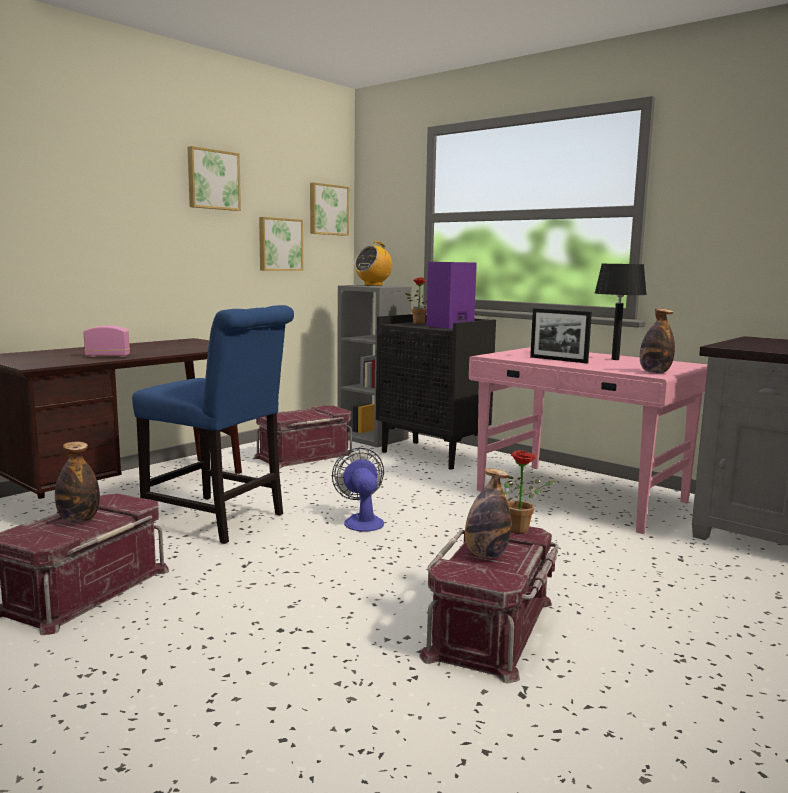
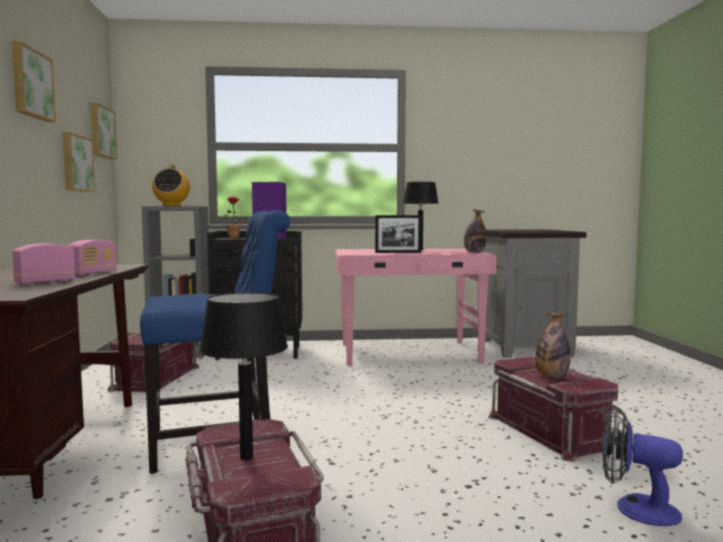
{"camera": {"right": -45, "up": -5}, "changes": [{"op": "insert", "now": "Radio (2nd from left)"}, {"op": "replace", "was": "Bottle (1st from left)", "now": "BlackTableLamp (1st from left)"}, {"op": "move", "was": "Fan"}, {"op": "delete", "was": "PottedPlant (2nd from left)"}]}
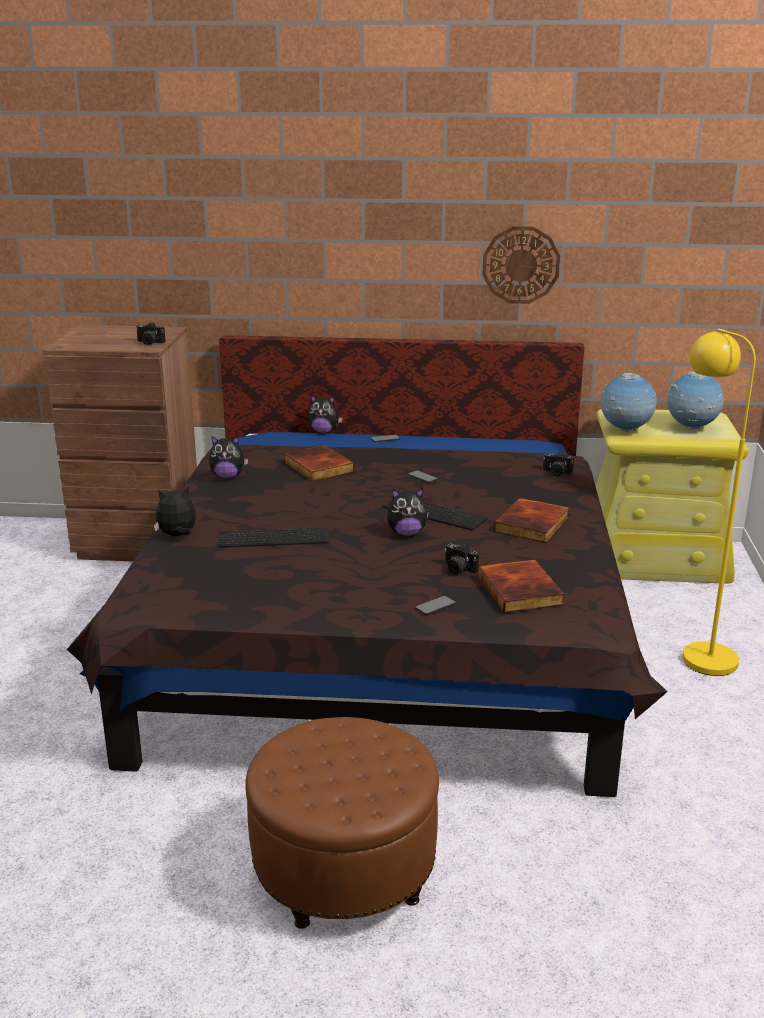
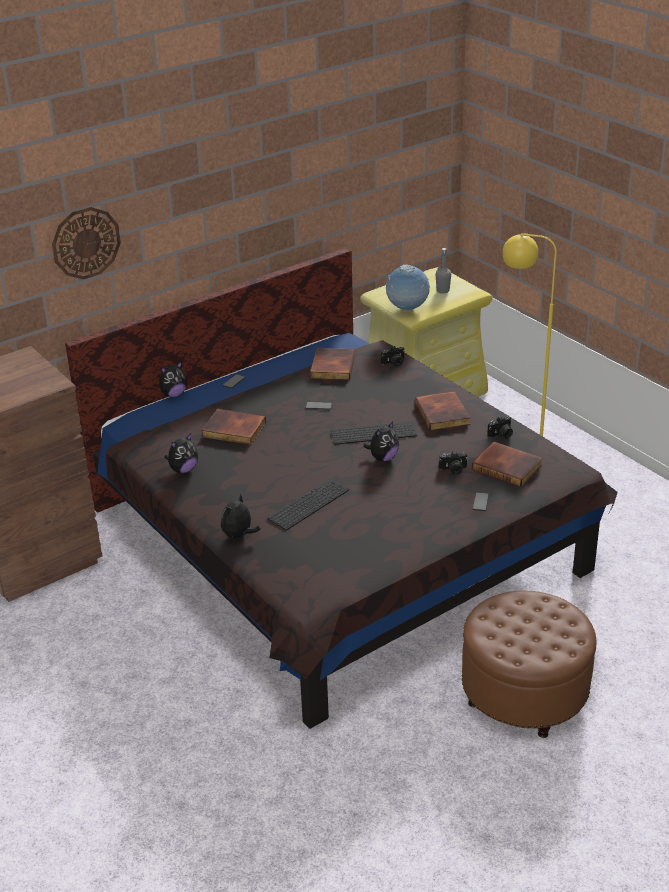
{"camera": {"right": -40, "up": 10}, "changes": [{"op": "move", "was": "WallClock"}, {"op": "insert", "now": "Book (2nd from left)"}, {"op": "replace", "was": "Globe (2nd from left)", "now": "GreyBottle"}, {"op": "move", "was": "PhotoCamera (1st from left in the first image)", "now": "PhotoCamera (3rd from left)"}]}
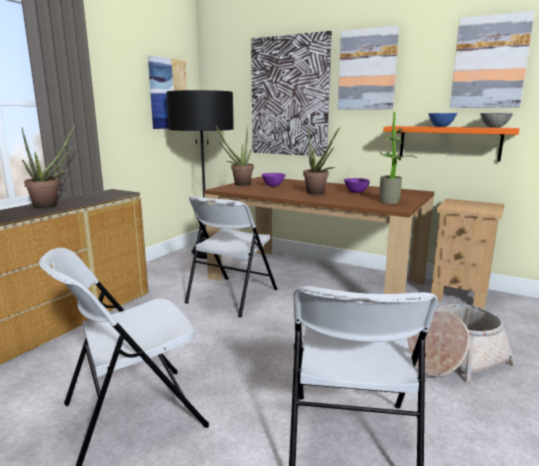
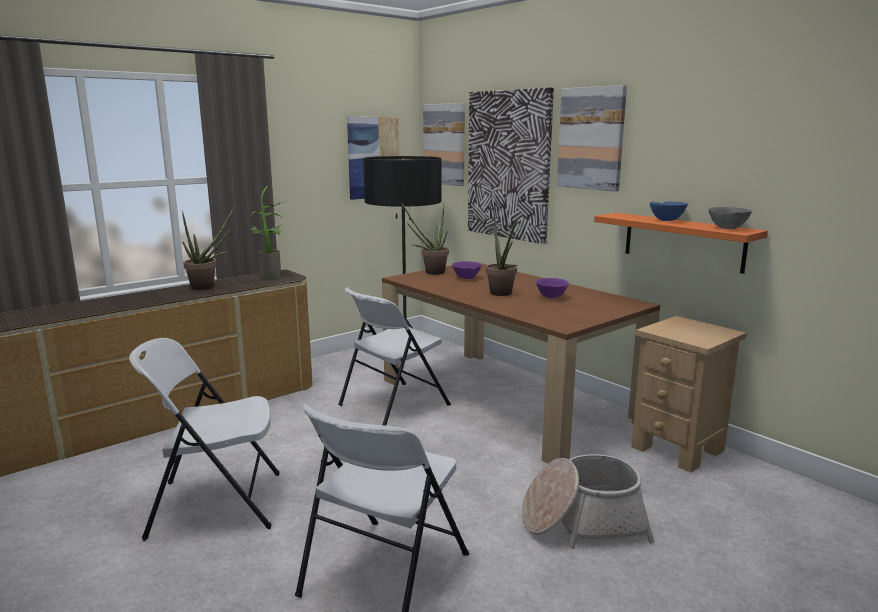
{"camera": {"right": 20, "up": 0}, "changes": [{"op": "move", "was": "PottedPlant (4th from left in the first image)", "now": "PottedPlant (2nd from left)"}, {"op": "move", "was": "Picture (4th from left in the first image)", "now": "Picture (2nd from left)"}]}
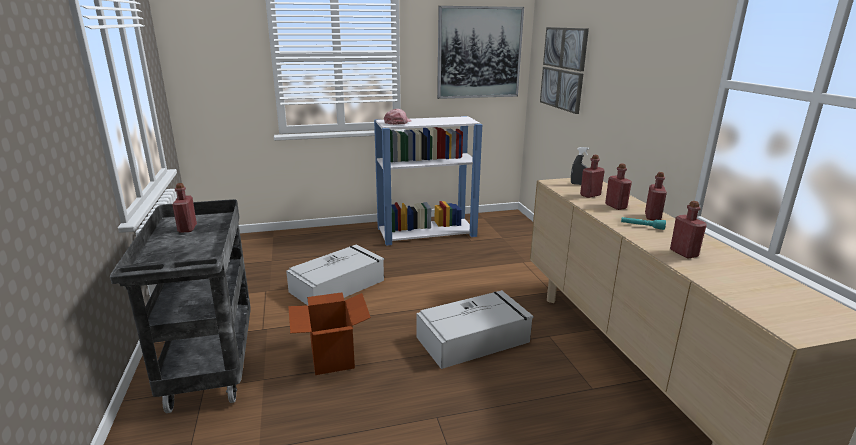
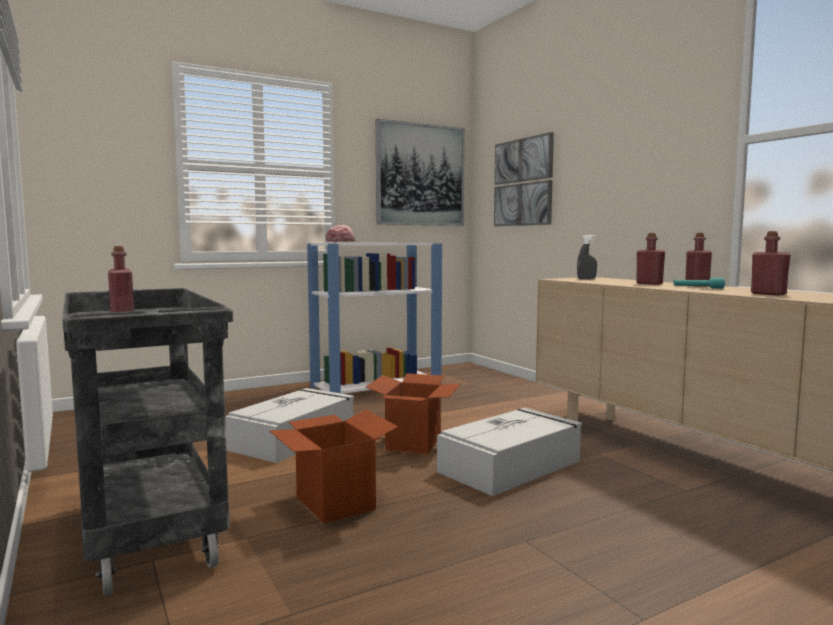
{"camera": {"right": -15, "up": -15}, "changes": [{"op": "insert", "now": "CardboardBox (2nd from left)"}, {"op": "delete", "was": "RedBottle (2nd from left)"}]}
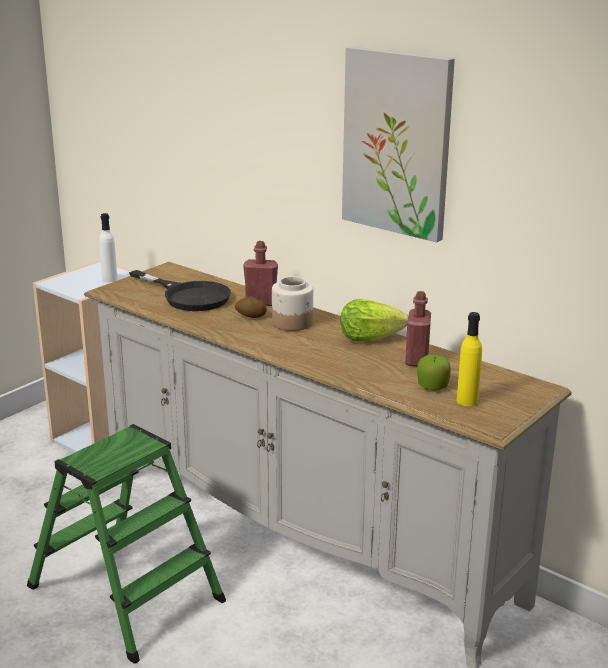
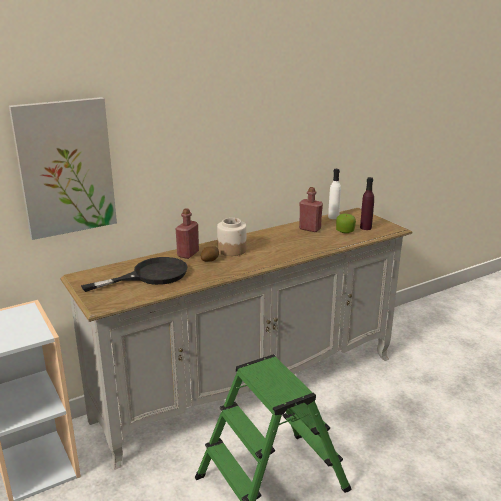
{"camera": {"right": -70, "up": 0}, "changes": [{"op": "move", "was": "Picture"}, {"op": "move", "was": "WhiteBottle"}, {"op": "recolor", "was": "YellowBottle", "now": "PurpleBottle"}, {"op": "delete", "was": "Lettuce"}]}
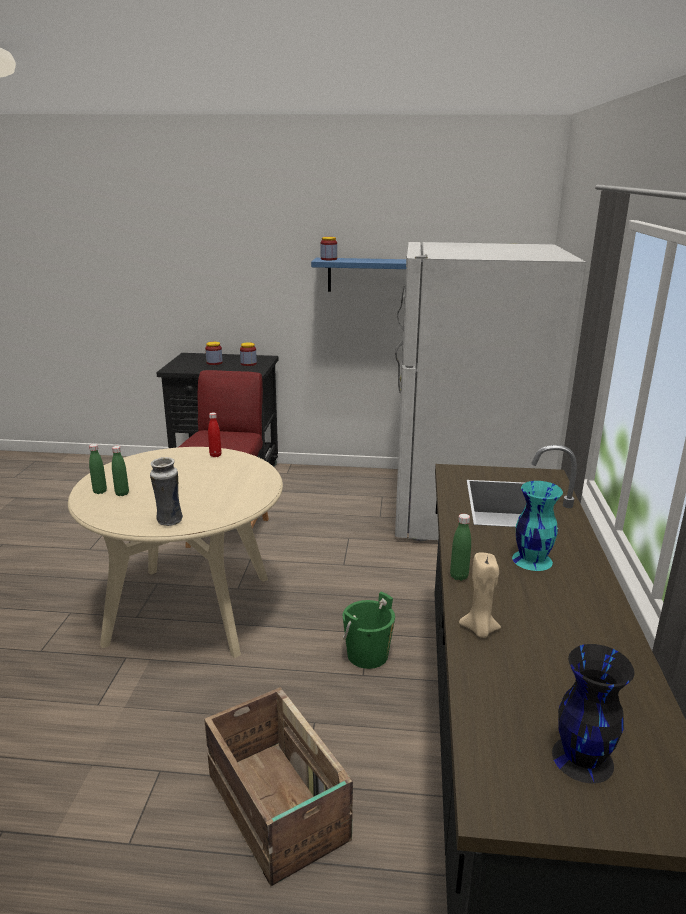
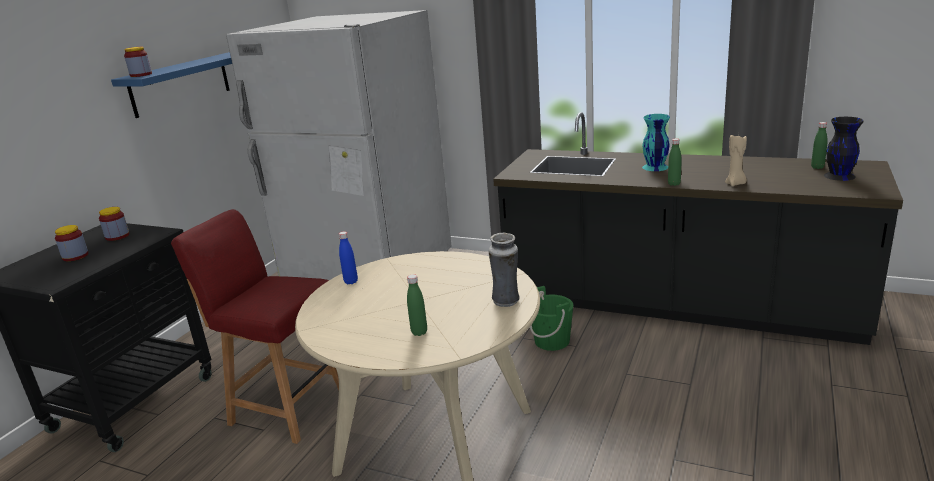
{"camera": {"right": -70, "up": 0}, "changes": [{"op": "recolor", "was": "RedBottle", "now": "BlueBottle"}, {"op": "move", "was": "GreenBottle (1st from left in the first image)", "now": "GreenBottle (3rd from left)"}, {"op": "delete", "was": "Crate"}]}
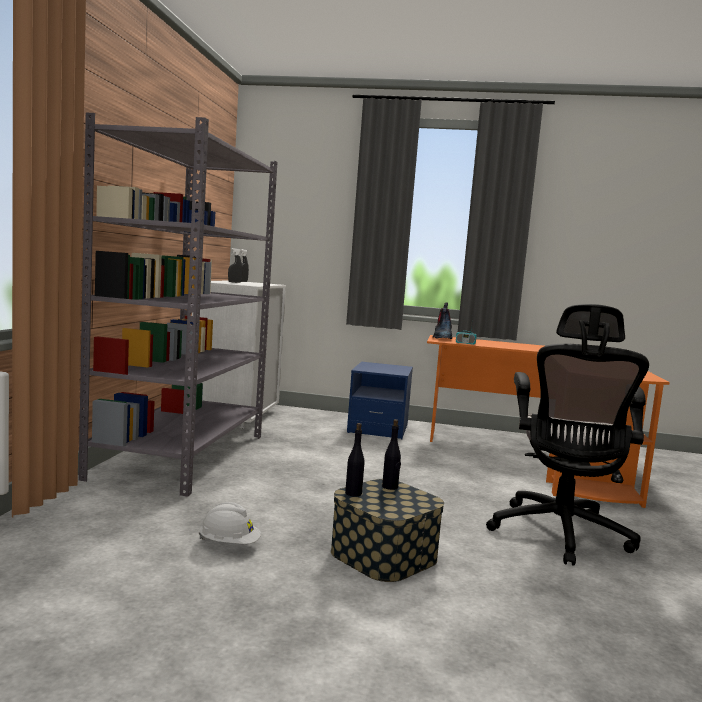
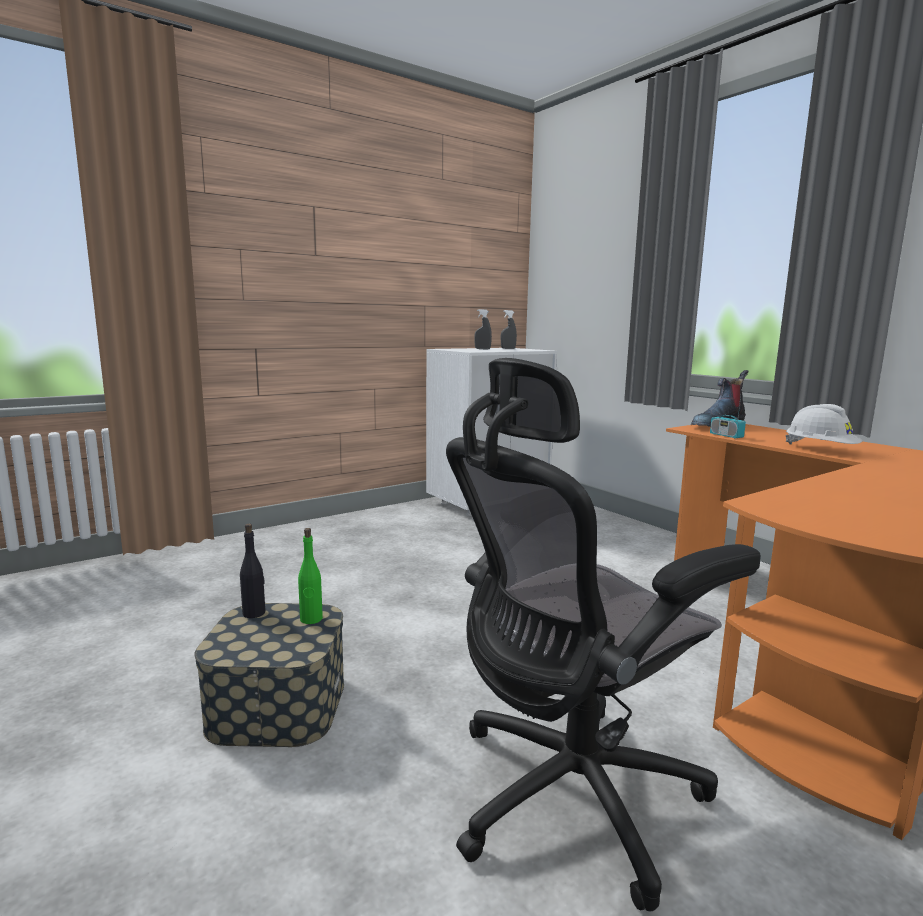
{"camera": {"right": 45, "up": 5}, "changes": [{"op": "recolor", "was": "BlackBottle (2nd from left)", "now": "GreenBottle"}, {"op": "move", "was": "WhiteHardHat"}, {"op": "delete", "was": "GreyBookcase"}, {"op": "delete", "was": "BlueNightstand"}]}
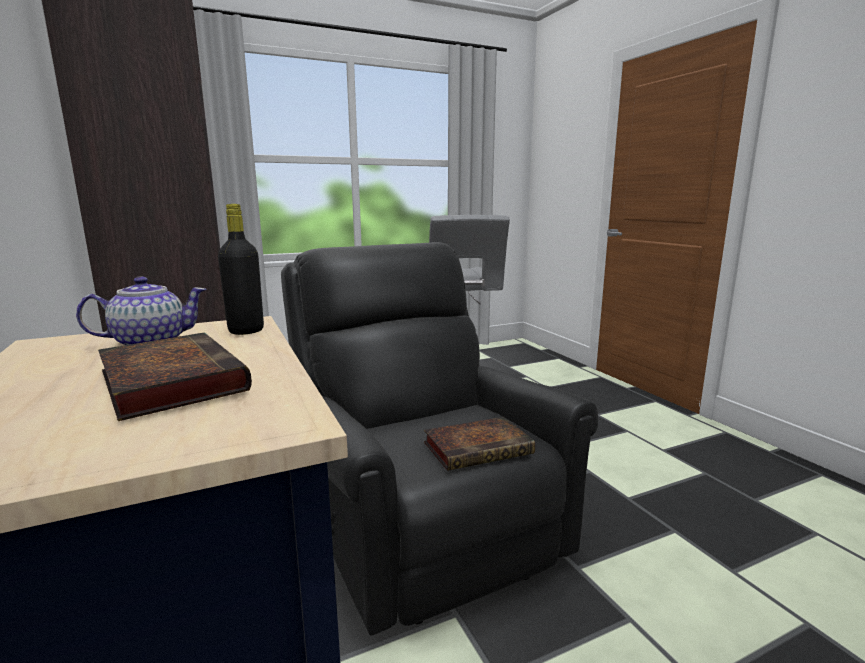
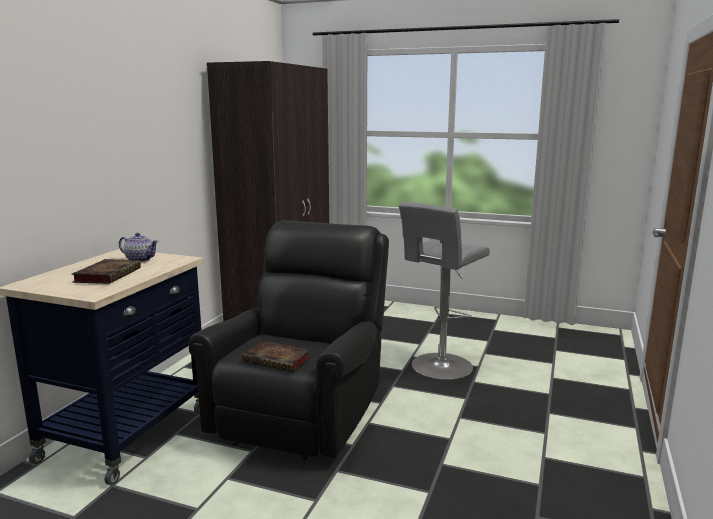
{"camera": {"right": 45, "up": 0}, "changes": [{"op": "delete", "was": "BlackBottle"}]}
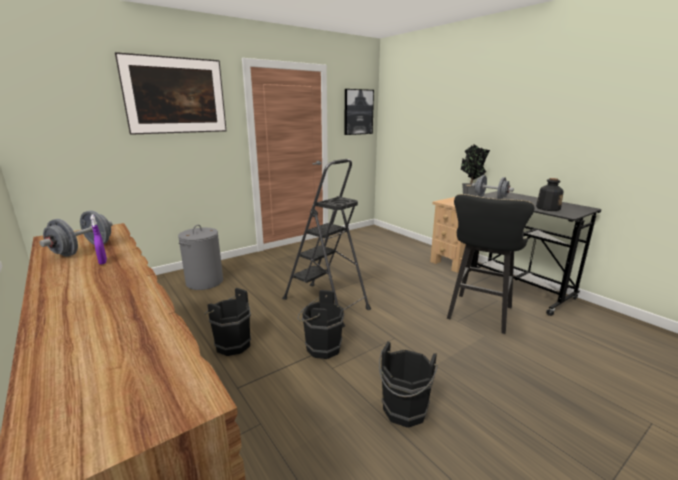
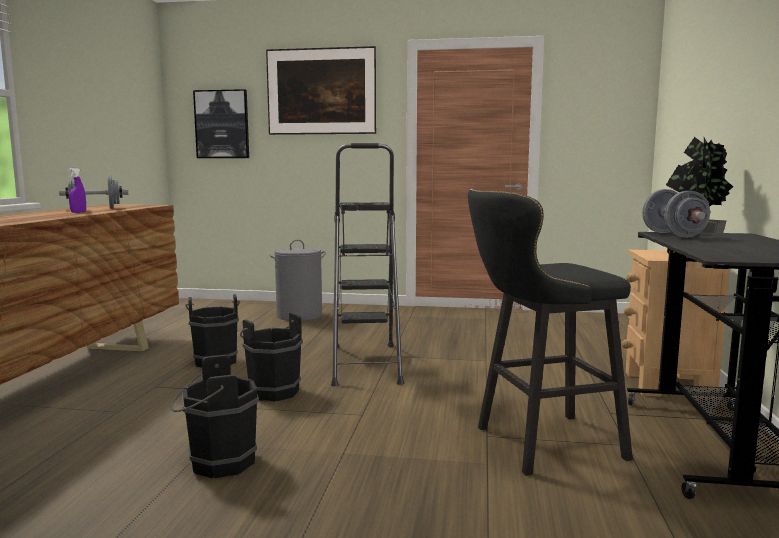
{"camera": {"right": 45, "up": -10}, "changes": [{"op": "move", "was": "Picture (2nd from left in the first image)", "now": "Picture (1st from left)"}, {"op": "delete", "was": "Bottle"}]}
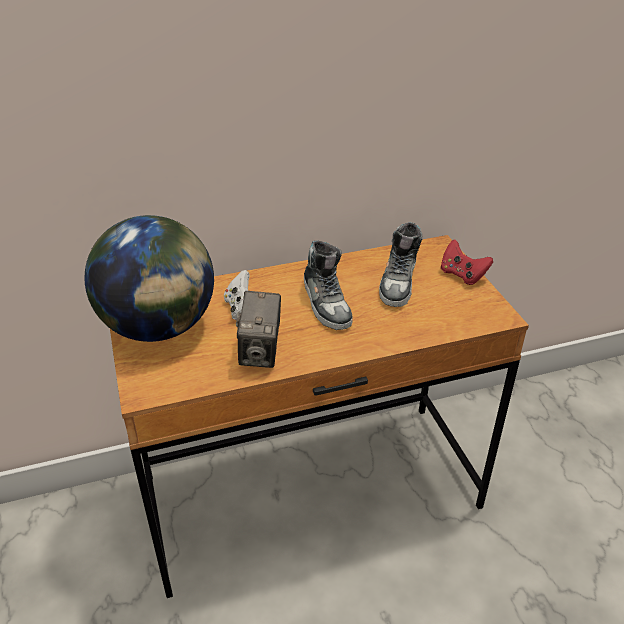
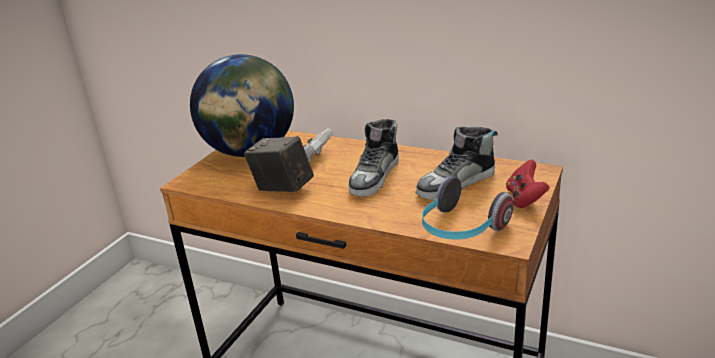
{"camera": {"right": 45, "up": -10}, "changes": [{"op": "rotate", "was": "PhotoCamera", "clockwise": 75}, {"op": "insert", "now": "Headphones"}]}
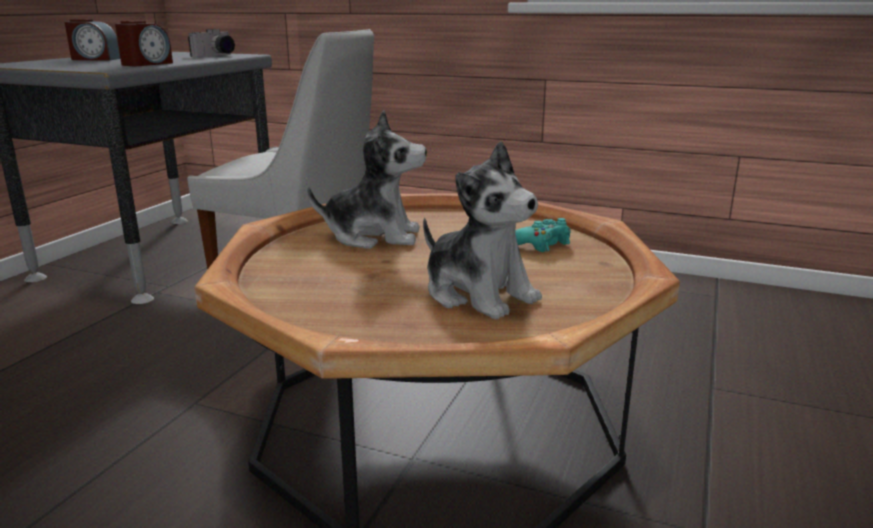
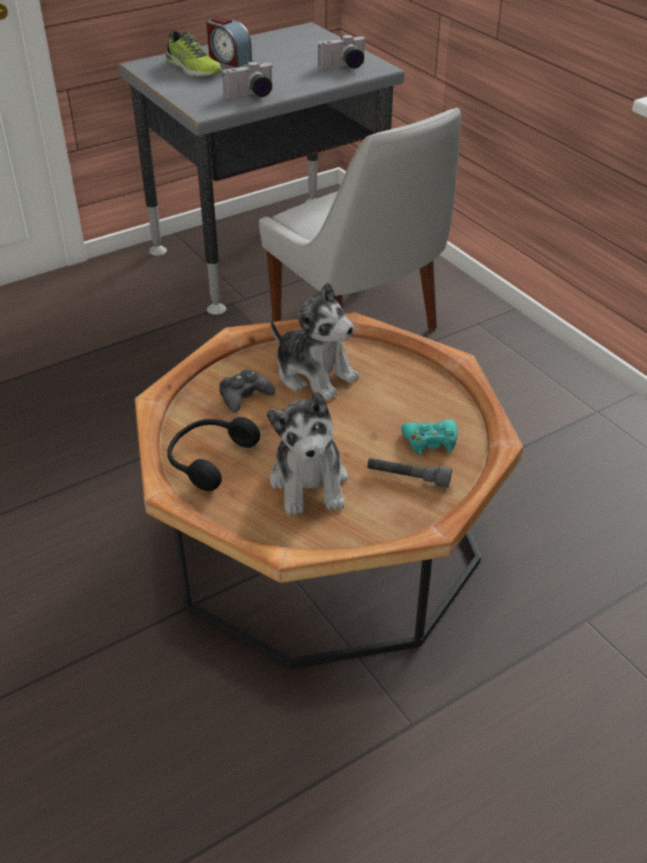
{"camera": {"right": 35, "up": 20}, "changes": [{"op": "insert", "now": "Shoe"}, {"op": "insert", "now": "BlackHeadphones"}, {"op": "insert", "now": "BlackGameController"}, {"op": "replace", "was": "AlarmClock (2nd from left)", "now": "PhotoCamera (1st from left)"}, {"op": "insert", "now": "GreyFlashlight"}]}
